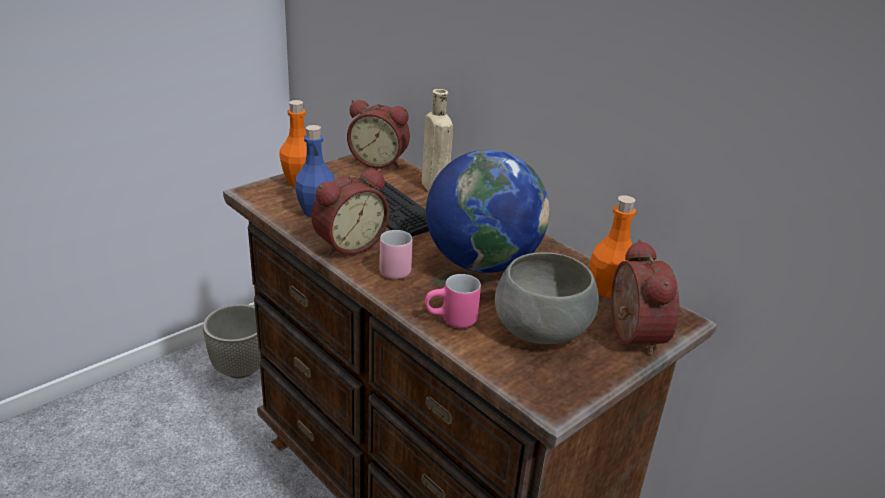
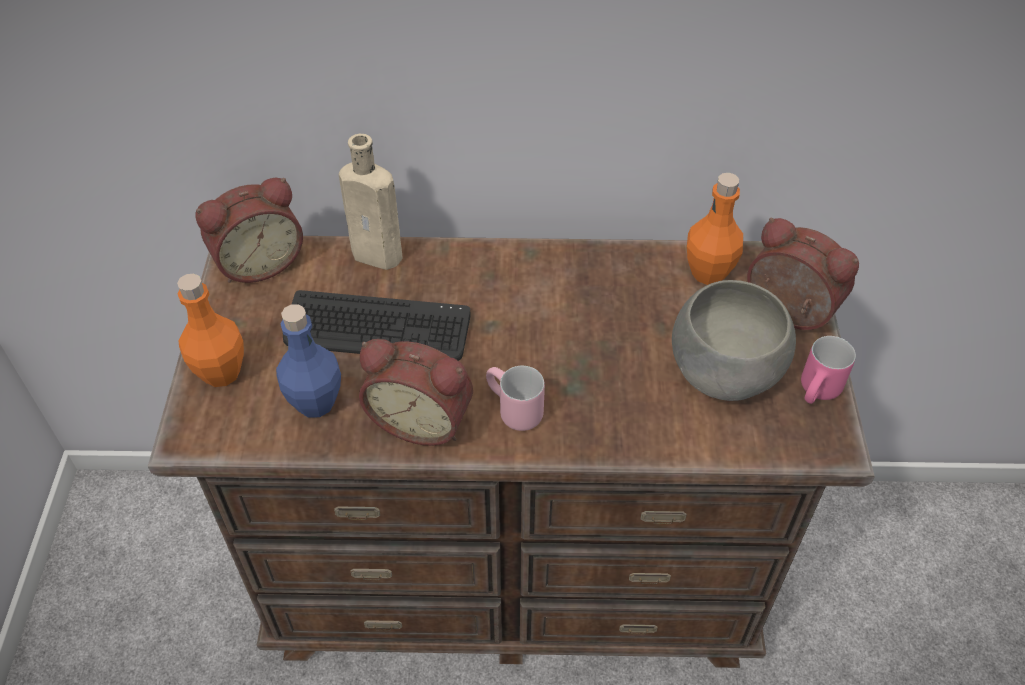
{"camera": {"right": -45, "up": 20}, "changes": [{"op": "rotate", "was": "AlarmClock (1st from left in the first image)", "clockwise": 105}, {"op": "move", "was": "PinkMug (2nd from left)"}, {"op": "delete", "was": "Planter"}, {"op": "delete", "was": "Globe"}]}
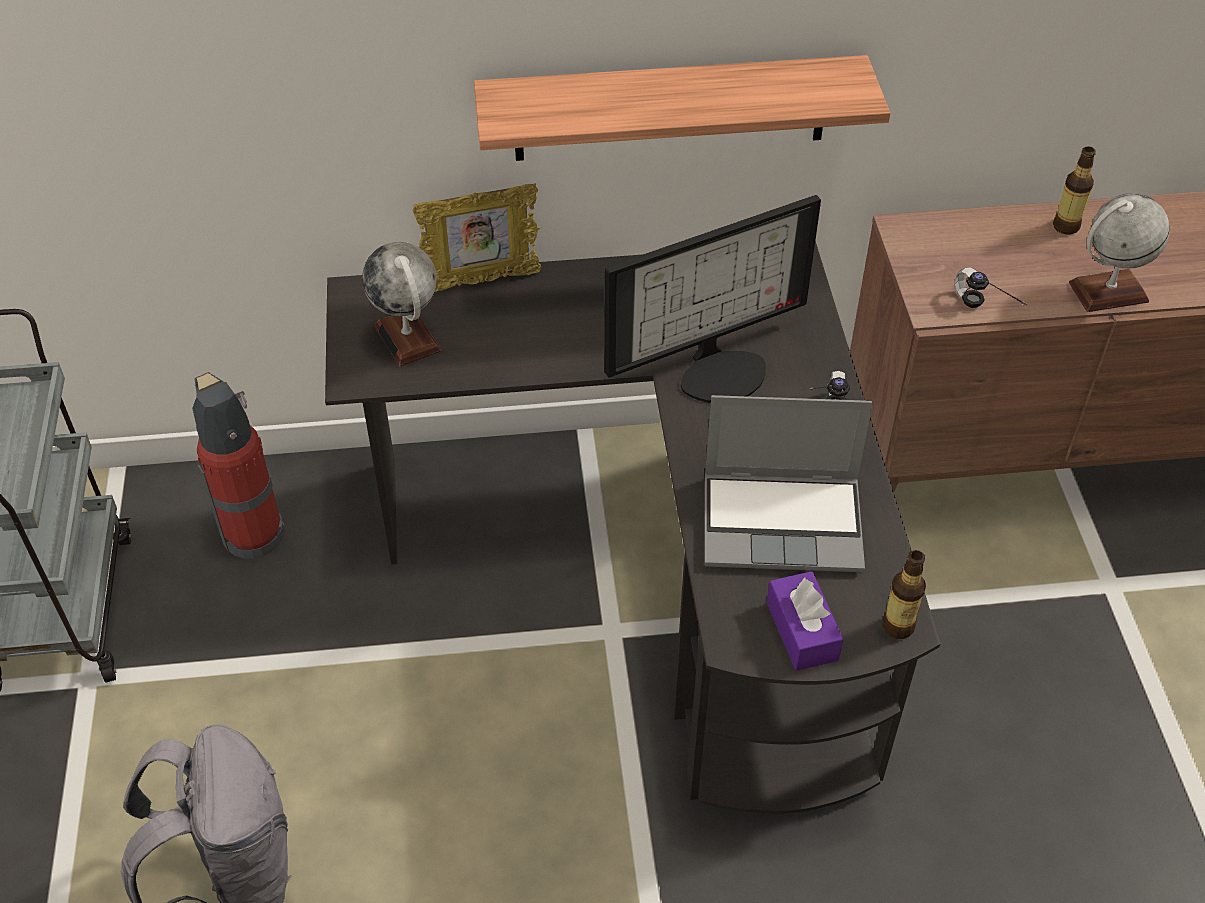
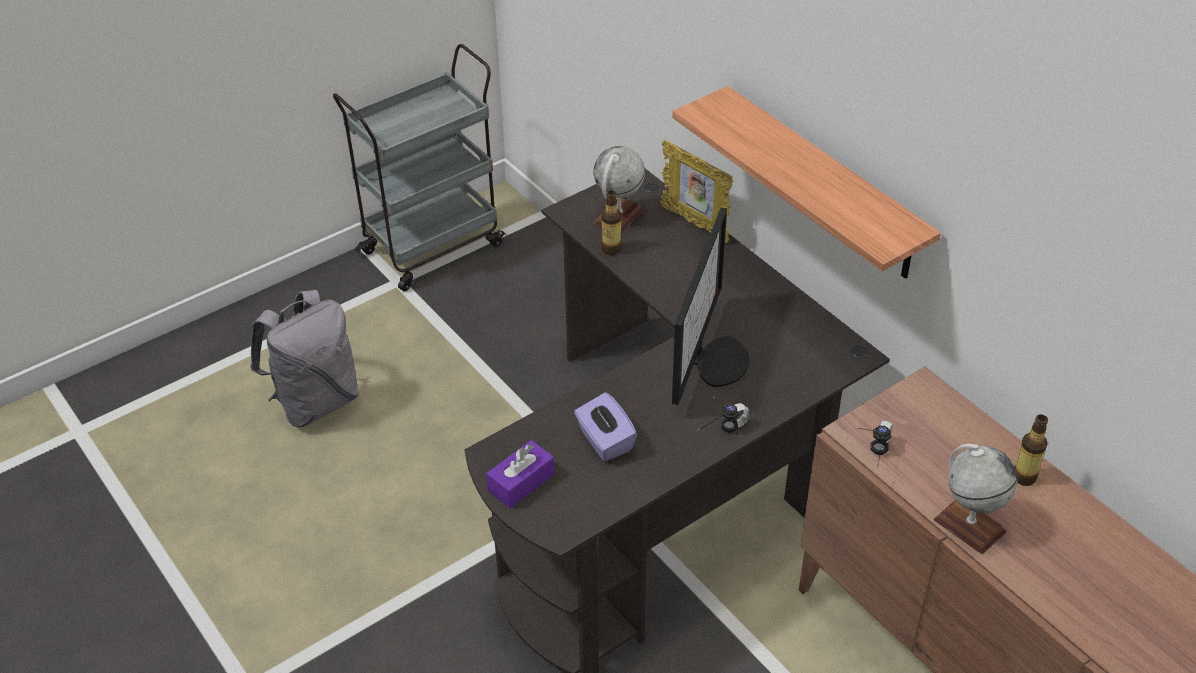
{"camera": {"right": 60, "up": -5}, "changes": [{"op": "replace", "was": "Laptop", "now": "PurpleTissueBox (2nd from left)"}, {"op": "move", "was": "Bottle (1st from left)"}, {"op": "rotate", "was": "Monitor", "clockwise": -105}, {"op": "delete", "was": "FireExtinguisher"}]}
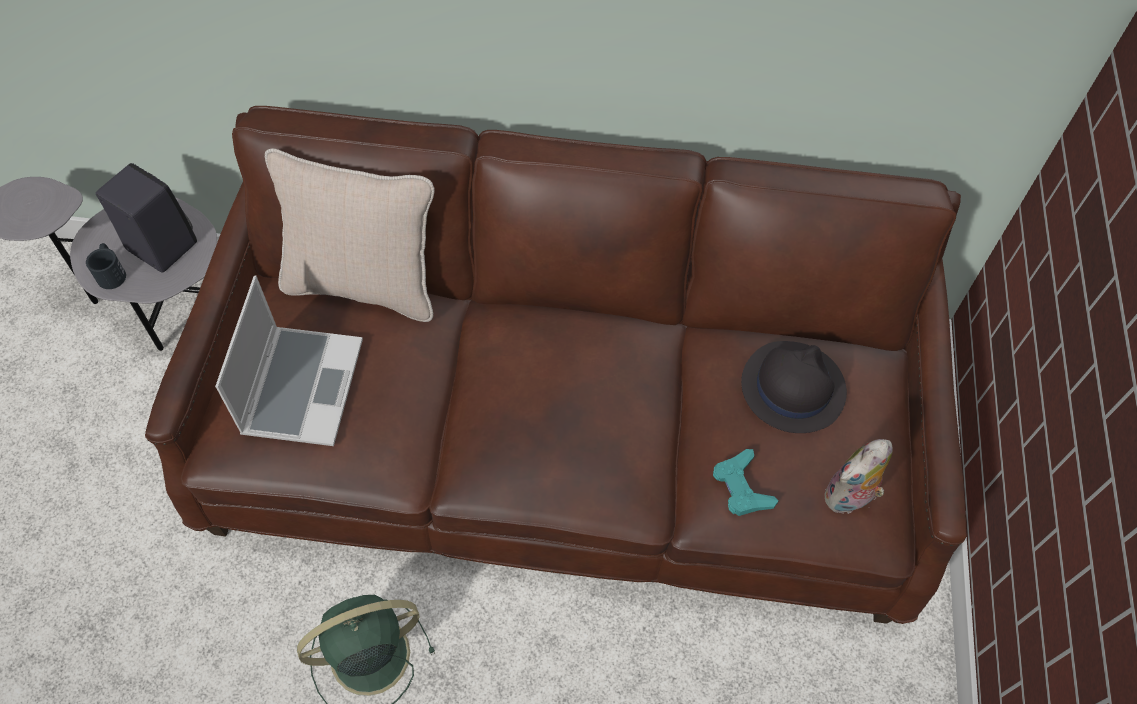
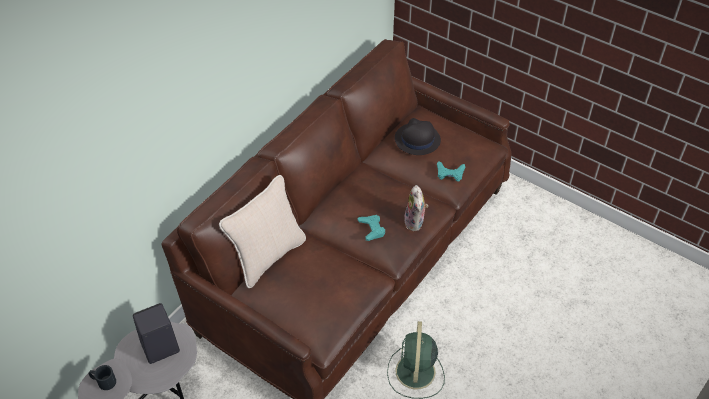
{"camera": {"right": -60, "up": -10}, "changes": [{"op": "move", "was": "BlackMug"}, {"op": "insert", "now": "TurquoiseGameController (1st from left)"}, {"op": "move", "was": "PlushToy"}, {"op": "delete", "was": "Laptop"}]}
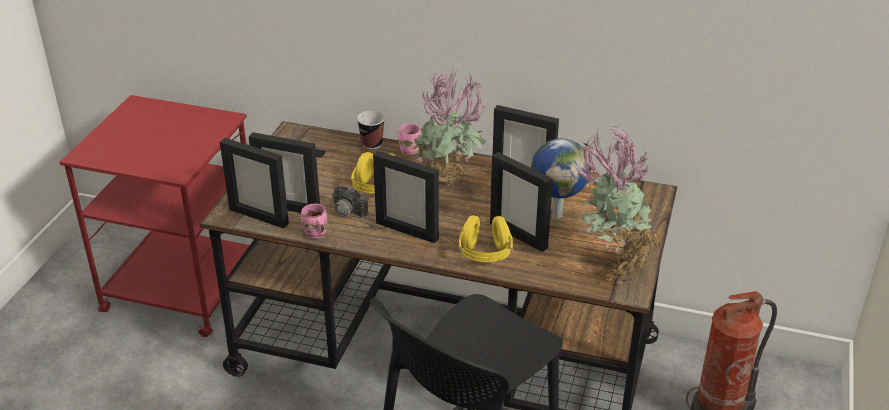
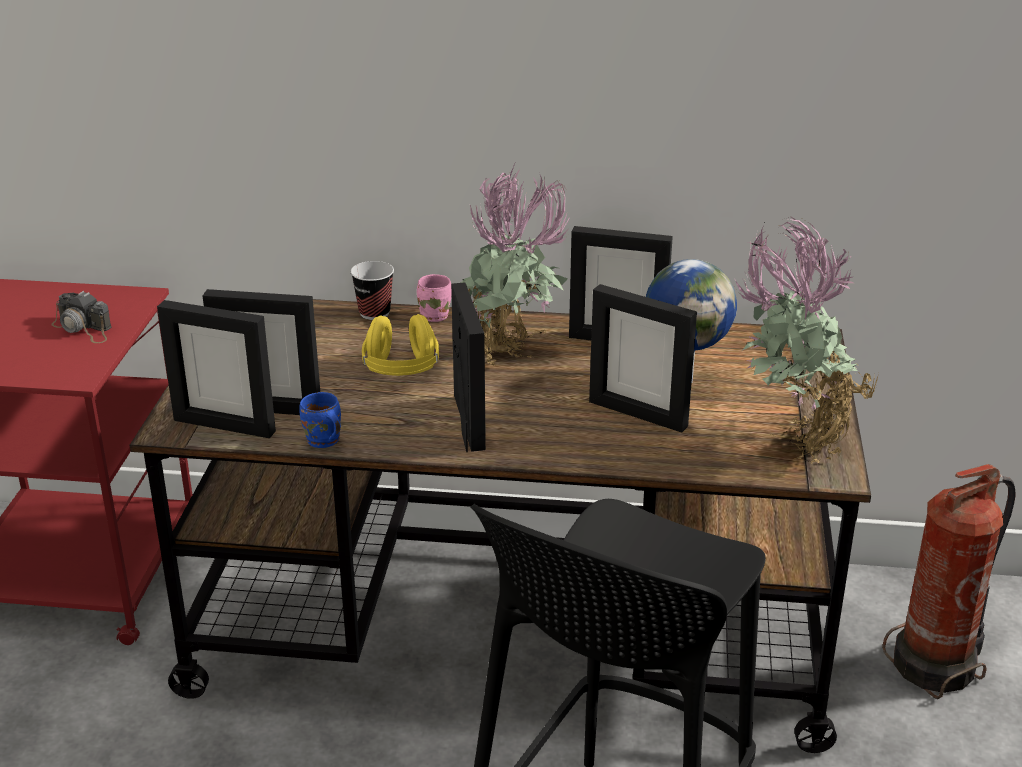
{"camera": {"right": -10, "up": -5}, "changes": [{"op": "move", "was": "PhotoCamera"}, {"op": "recolor", "was": "PinkMug (1st from left)", "now": "BlueMug"}, {"op": "rotate", "was": "PictureFrame (3rd from left)", "clockwise": -120}, {"op": "delete", "was": "YellowHeadphones (2nd from left)"}]}
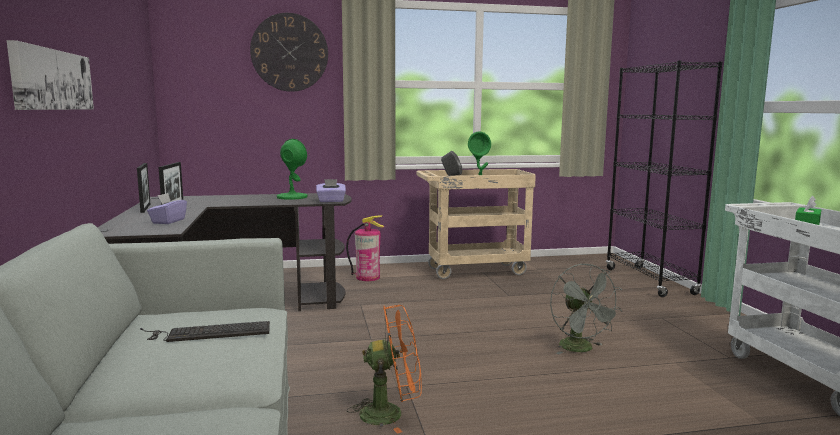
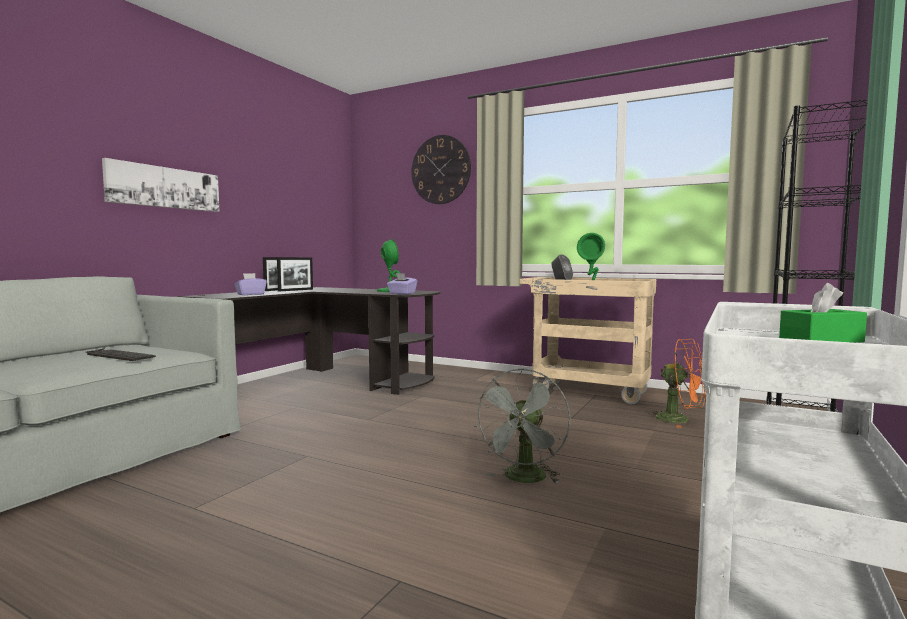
{"camera": {"right": 40, "up": -5}, "changes": [{"op": "move", "was": "OrangeFan"}, {"op": "delete", "was": "FireExtinguisher"}]}
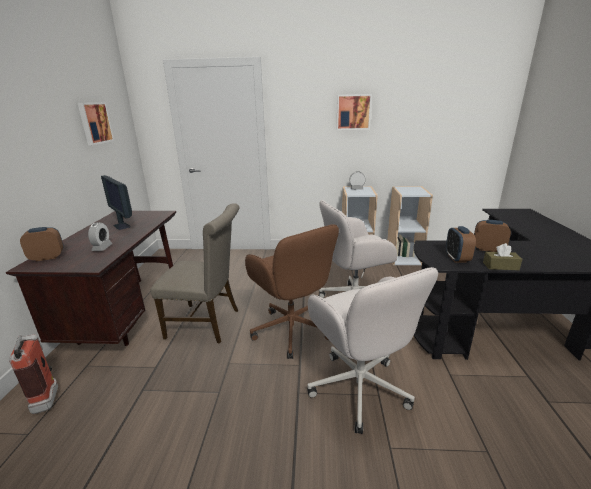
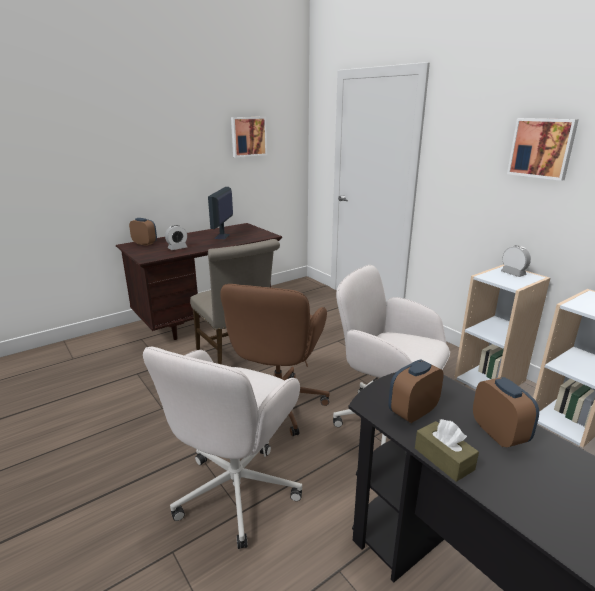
{"camera": {"right": 50, "up": 0}, "changes": [{"op": "delete", "was": "FireExtinguisher"}]}
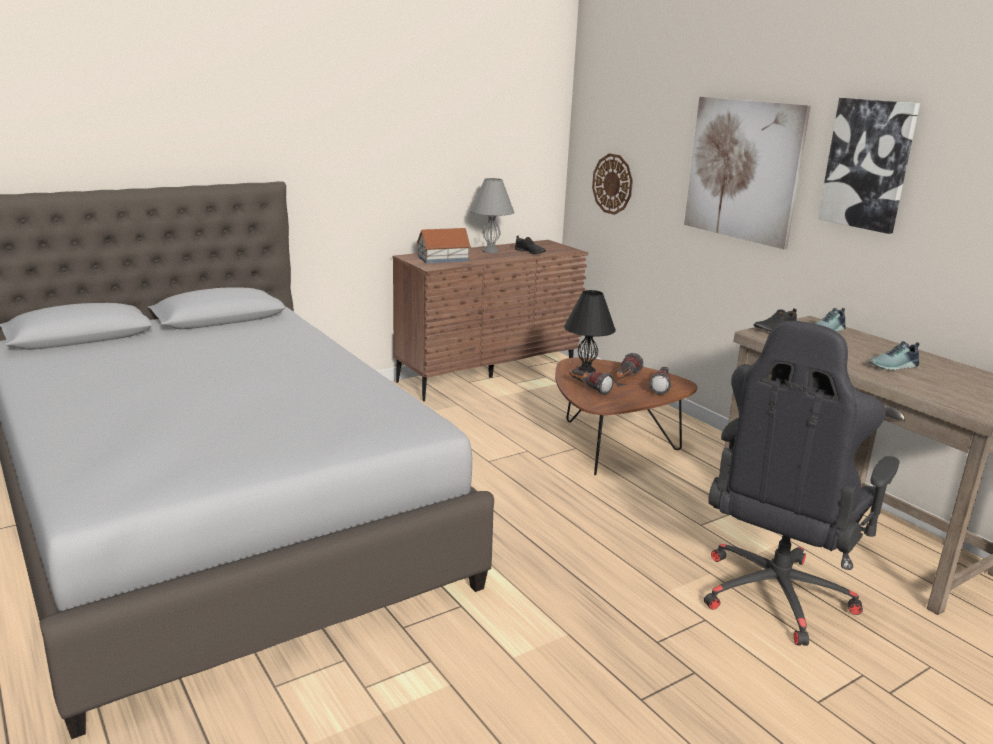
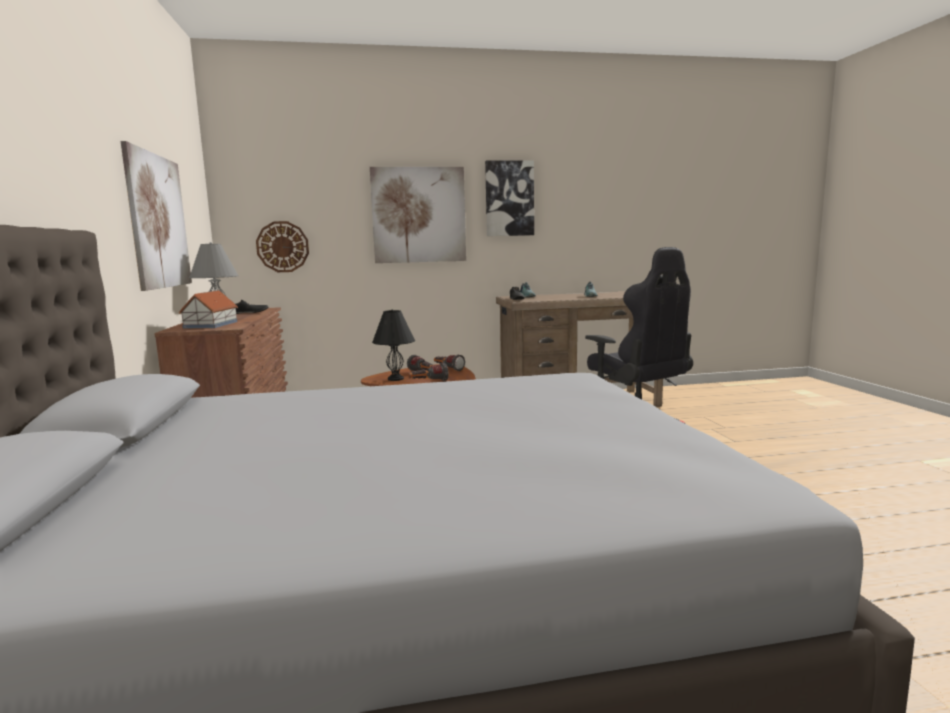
{"camera": {"right": -65, "up": -10}, "changes": [{"op": "insert", "now": "Picture (1st from left)"}]}
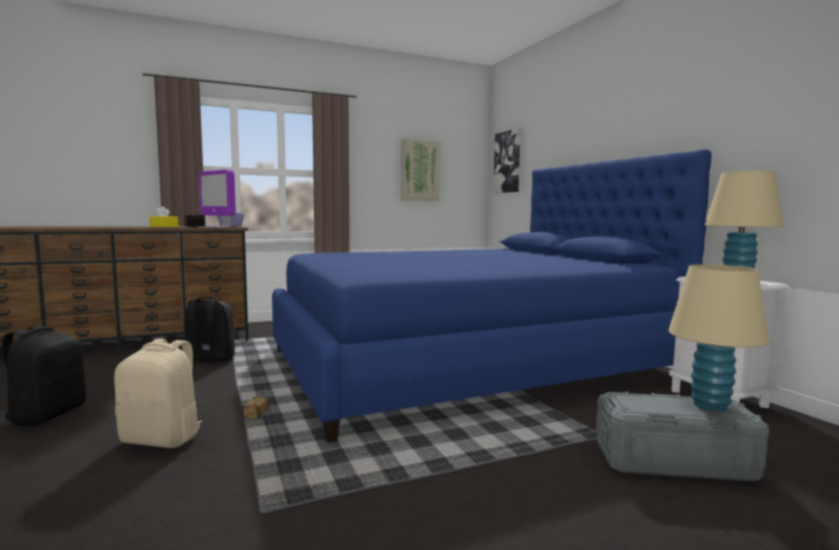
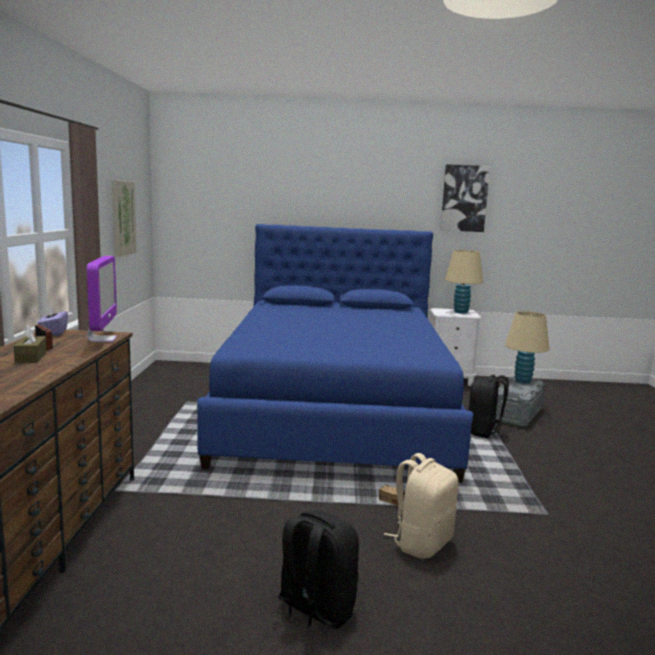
{"camera": {"right": -65, "up": 5}, "changes": [{"op": "recolor", "was": "YellowTissueBox", "now": "BrownTissueBox"}, {"op": "rotate", "was": "Monitor", "clockwise": -75}, {"op": "move", "was": "Picture (2nd from left)"}, {"op": "move", "was": "BlackBackpack (2nd from left)"}]}
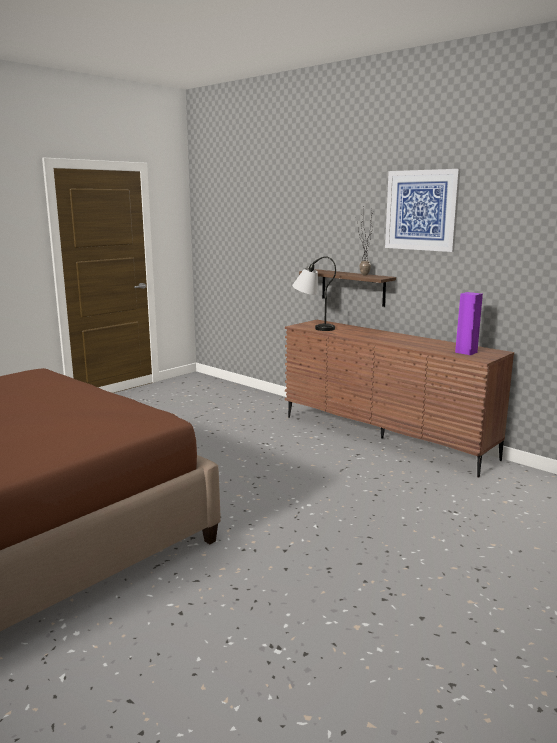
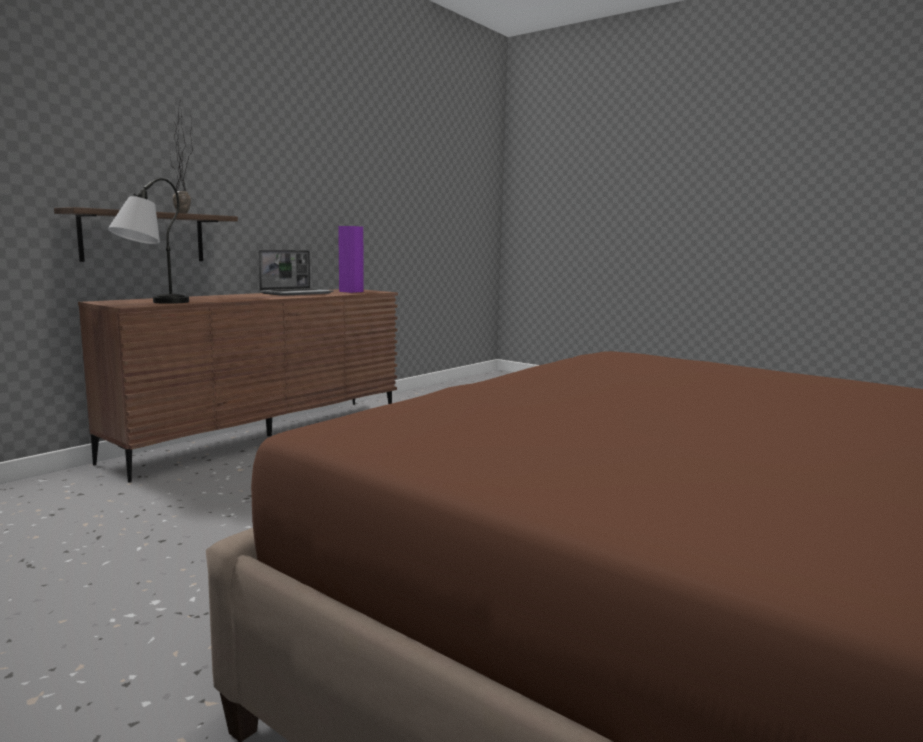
{"camera": {"right": -95, "up": -5}, "changes": [{"op": "insert", "now": "Laptop"}, {"op": "delete", "was": "Picture"}]}
